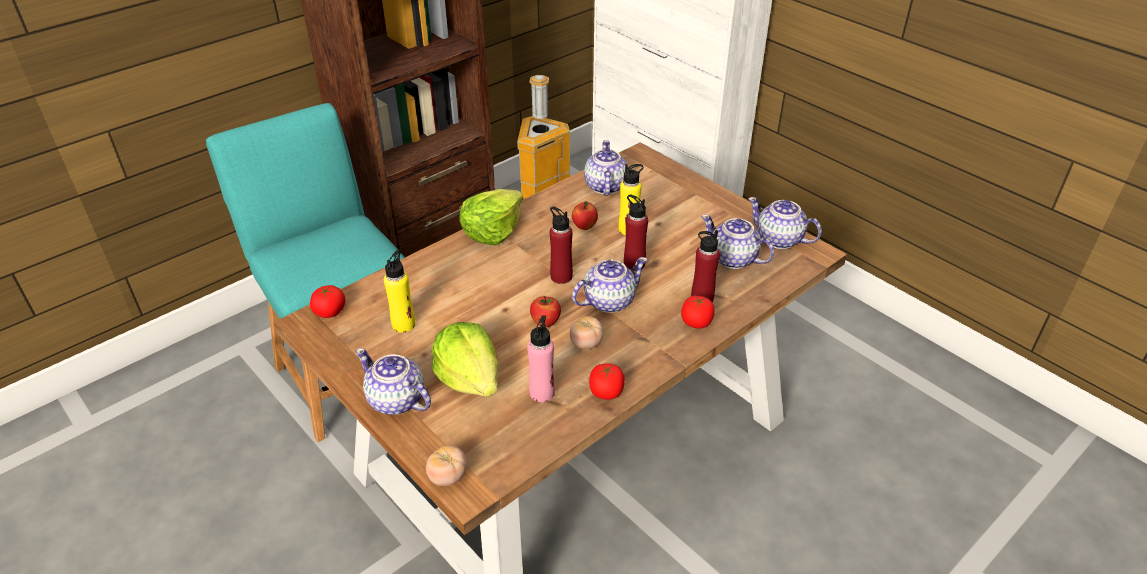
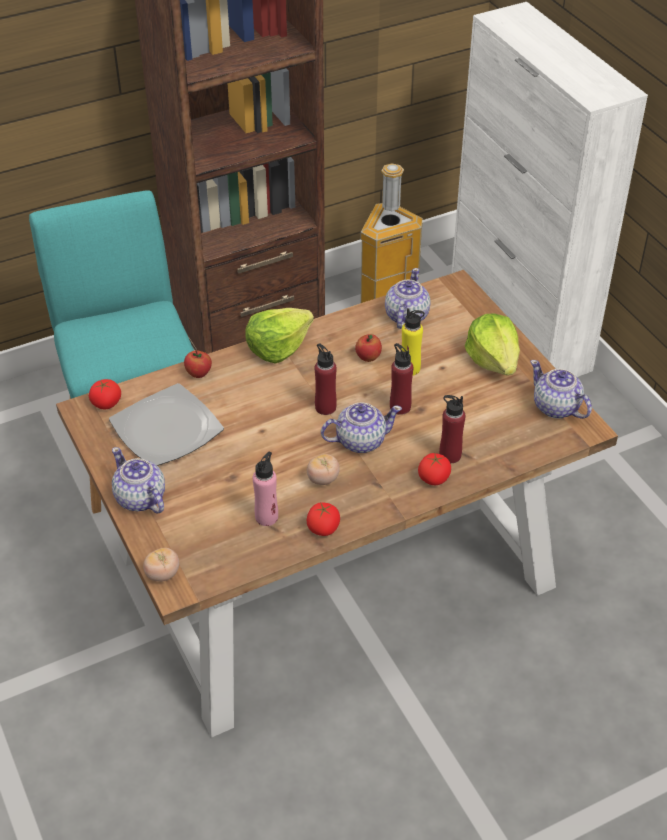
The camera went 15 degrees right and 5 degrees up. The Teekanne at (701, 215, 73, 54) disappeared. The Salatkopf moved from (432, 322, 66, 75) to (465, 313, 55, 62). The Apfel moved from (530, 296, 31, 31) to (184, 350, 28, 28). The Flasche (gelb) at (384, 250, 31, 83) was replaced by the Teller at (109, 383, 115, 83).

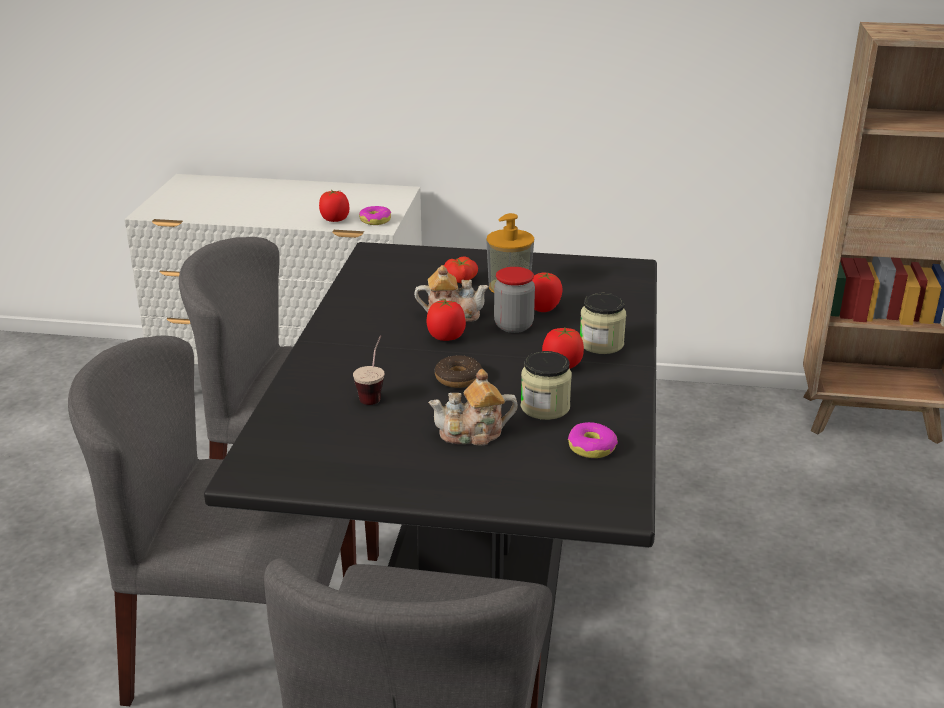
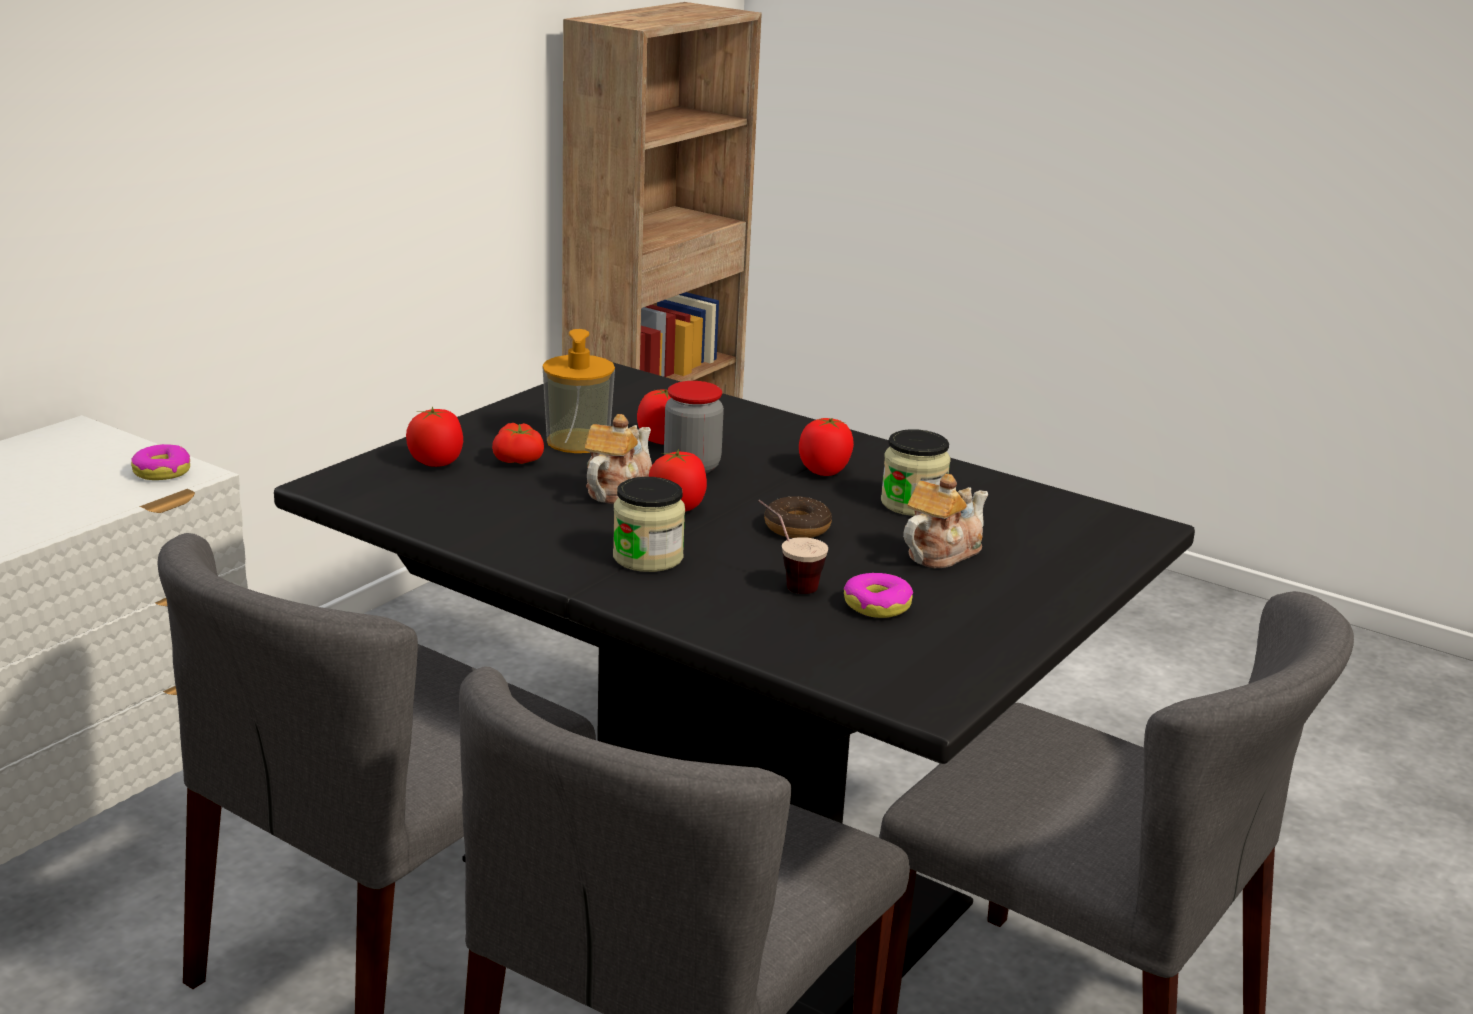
The camera went 65 degrees left and 5 degrees down. The Tomate moved from (319, 189, 31, 33) to (406, 407, 57, 60). The Donut moved from (568, 422, 50, 36) to (844, 573, 69, 45). The Vorratsglas moved from (580, 293, 46, 61) to (613, 477, 72, 95). The Teekanne at (428, 369, 90, 76) turned 150 degrees counterclockwise.

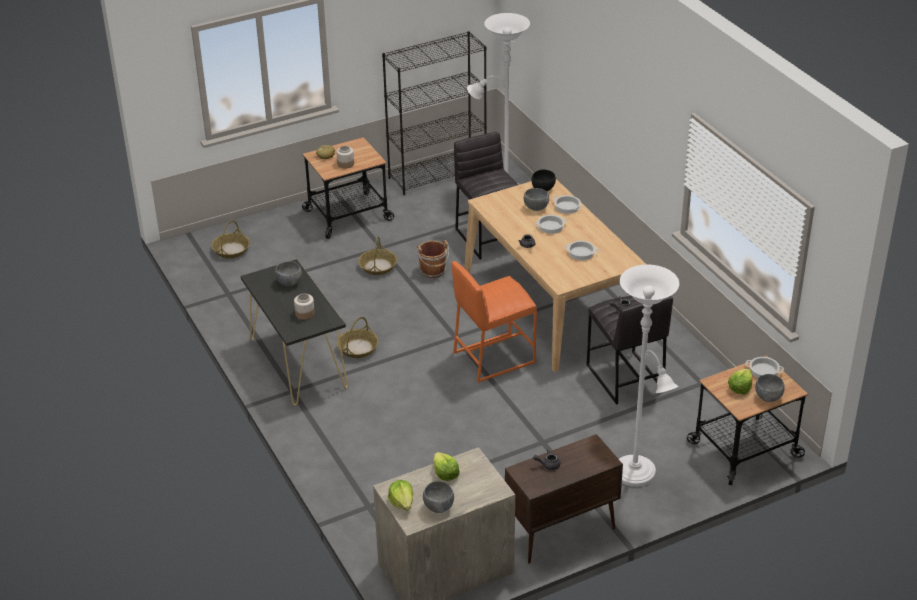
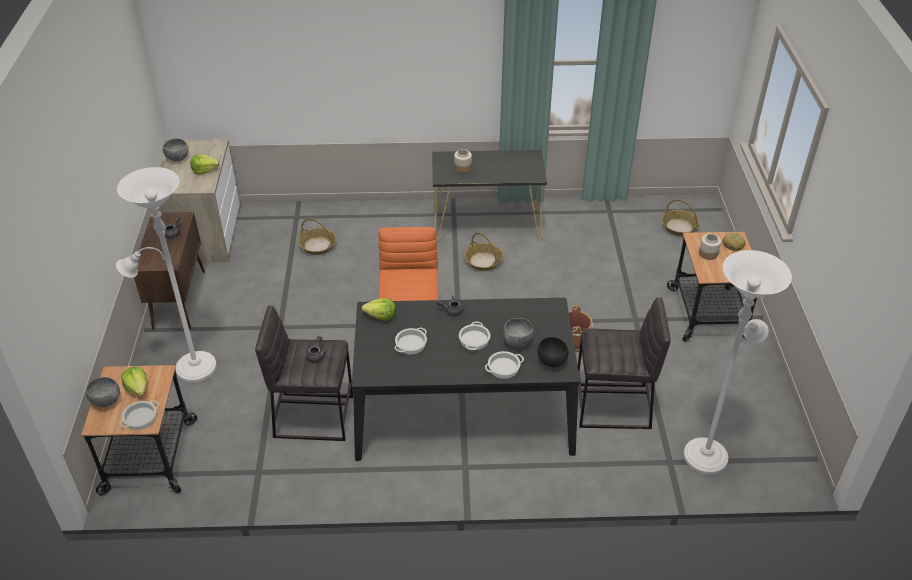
The camera went 115 degrees right and 5 degrees up. The Schüssel (grau) at (275, 261, 27, 25) disappeared. The Bücherregal (schwarz) at (382, 31, 105, 164) disappeared. The Korb moved from (358, 236, 39, 39) to (298, 219, 38, 36). The Salatkopf moved from (388, 480, 25, 31) to (362, 298, 34, 23). The Esstisch (beige) at (465, 179, 182, 193) became the Esstisch (schwarz) at (352, 298, 228, 163).

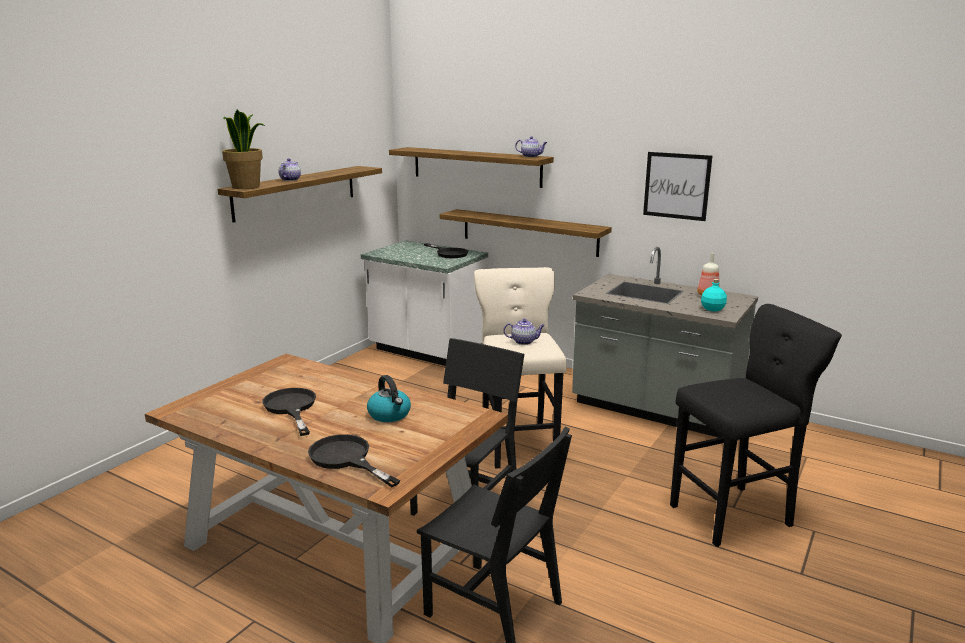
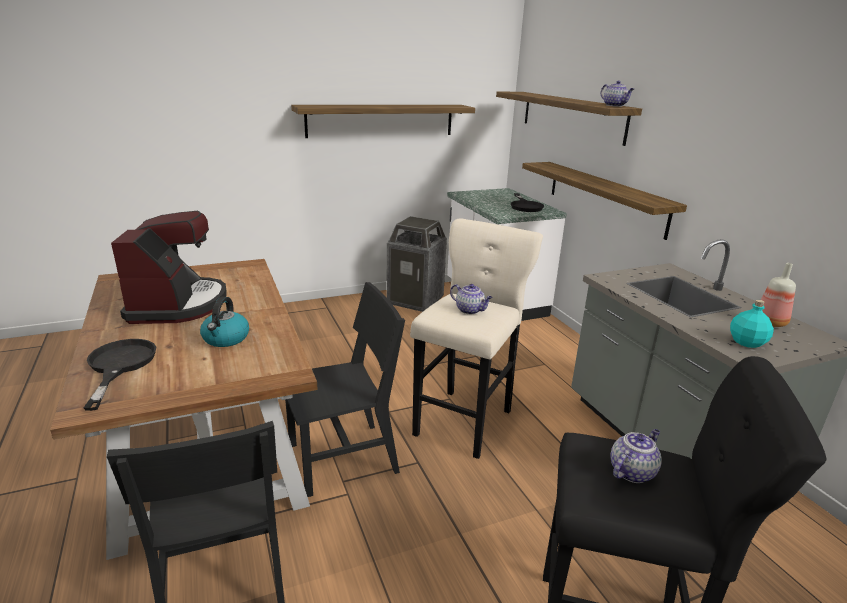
The camera went 35 degrees right and 5 degrees up. The Topfpflanze at (222, 109, 43, 80) disappeared. The Bild at (643, 152, 69, 69) disappeared. The Mülleimer at (386, 216, 61, 96) appeared. The Teekanne moved from (278, 158, 23, 23) to (610, 429, 52, 54). The Pfanne (schwarz) at (262, 388, 54, 48) was replaced by the Kaffeemaschine at (111, 211, 116, 113).

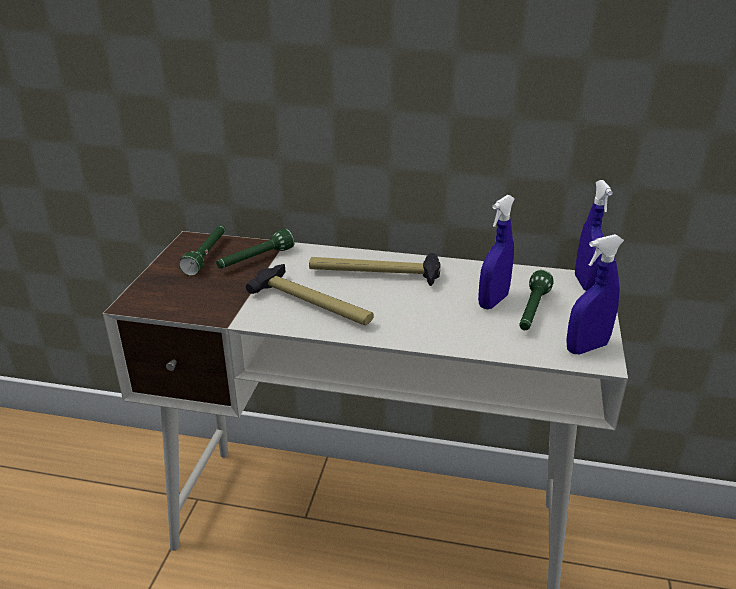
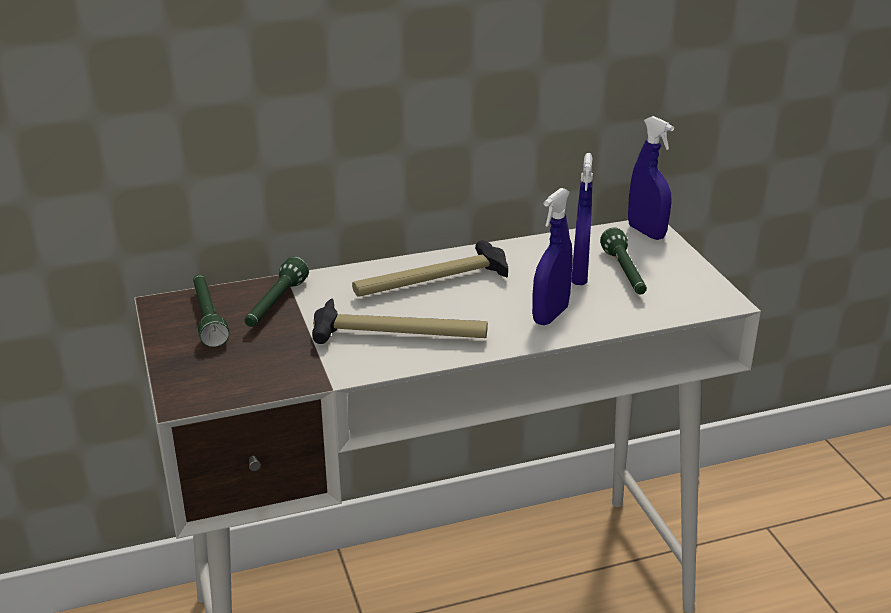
The camera went 30 degrees left and 0 degrees up. The Sprühflasche (blau) moved from (566, 234, 58, 120) to (532, 188, 41, 137).

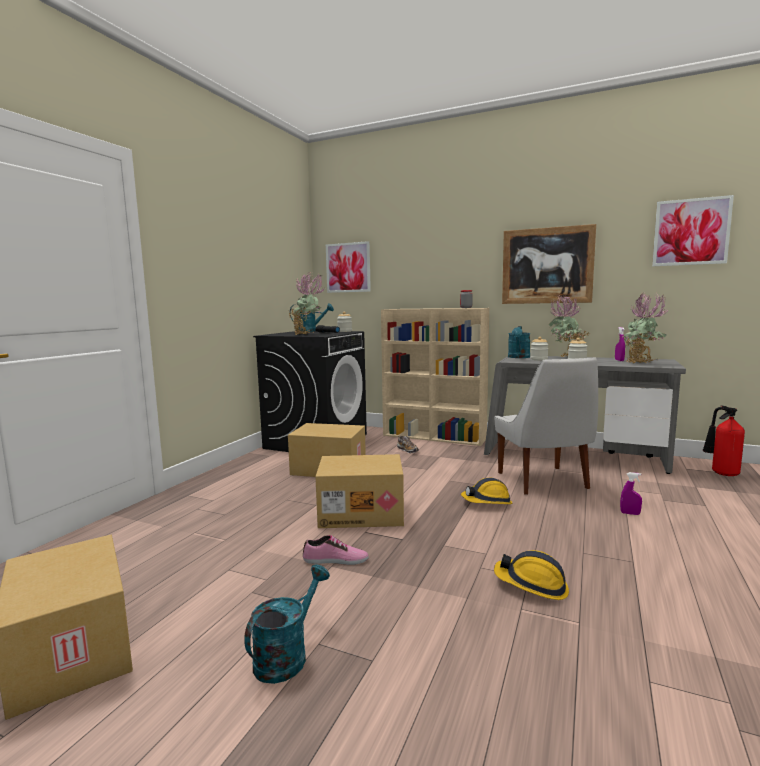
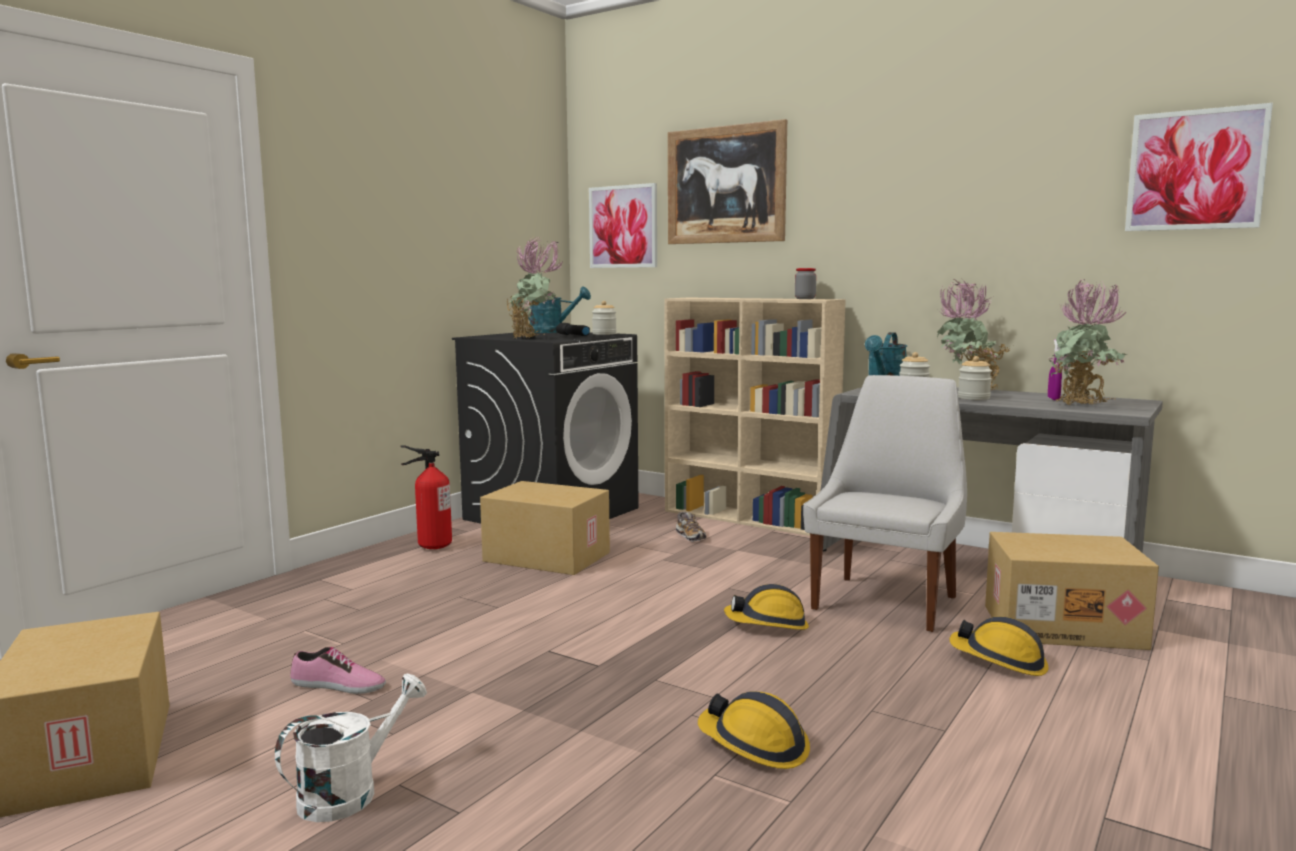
The camera went 10 degrees right and 0 degrees up. The Schuh moved from (303, 535, 66, 30) to (290, 647, 96, 47). The Karton moved from (315, 454, 89, 74) to (985, 532, 174, 118). The Bild moved from (502, 224, 94, 80) to (668, 119, 119, 125). The Feuerlöscher moved from (702, 405, 43, 71) to (400, 445, 52, 104). The Sprühflasche (lila) at (620, 472, 22, 43) was replaced by the Schutzhelm at (949, 617, 100, 59). The Gießkanne (türkis) at (244, 564, 86, 120) became the Gießkanne (weiß) at (275, 674, 152, 148). The Stuhl (weiß) at (495, 357, 103, 138) turned 150 degrees counterclockwise.

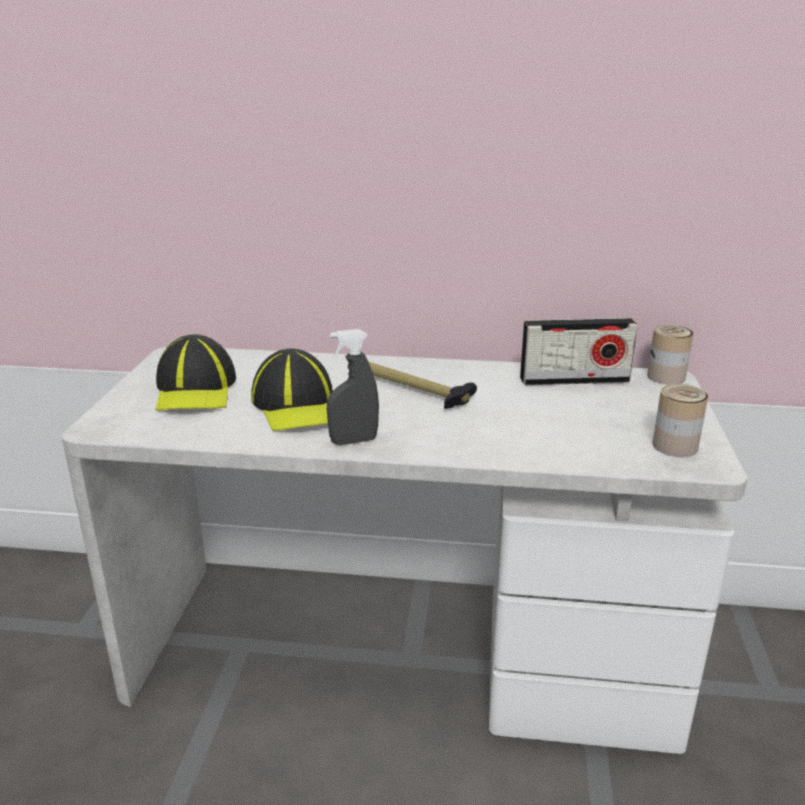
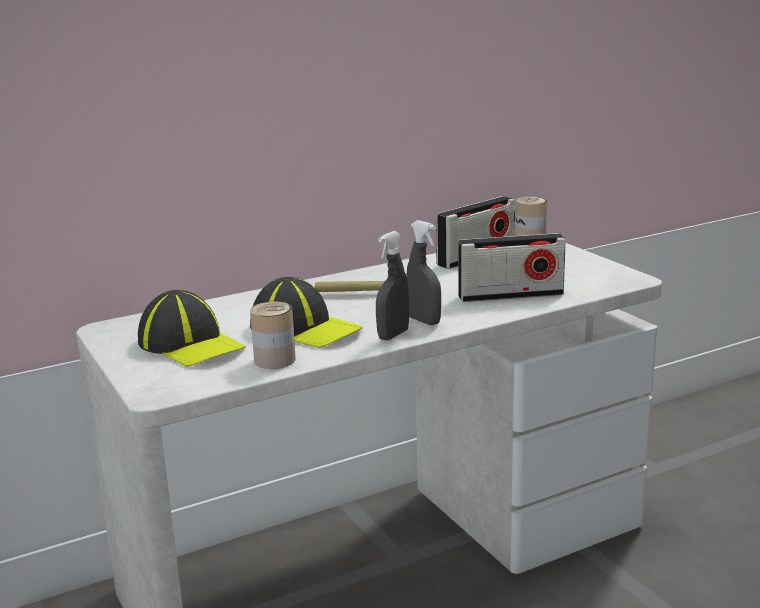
The camera went 35 degrees left and 5 degrees down. The Sprühflasche (grau) at (406, 220, 35, 105) appeared. The Radio at (458, 233, 108, 69) appeared. The Dose moved from (652, 384, 56, 73) to (250, 302, 46, 67).

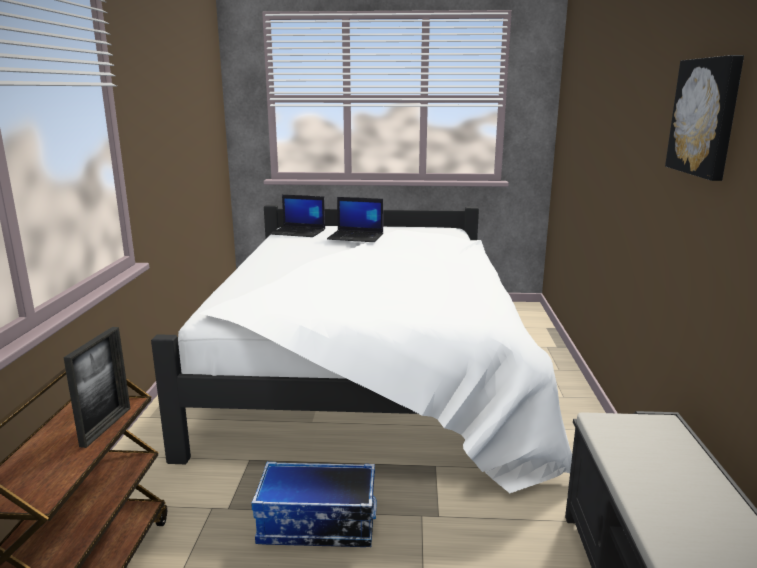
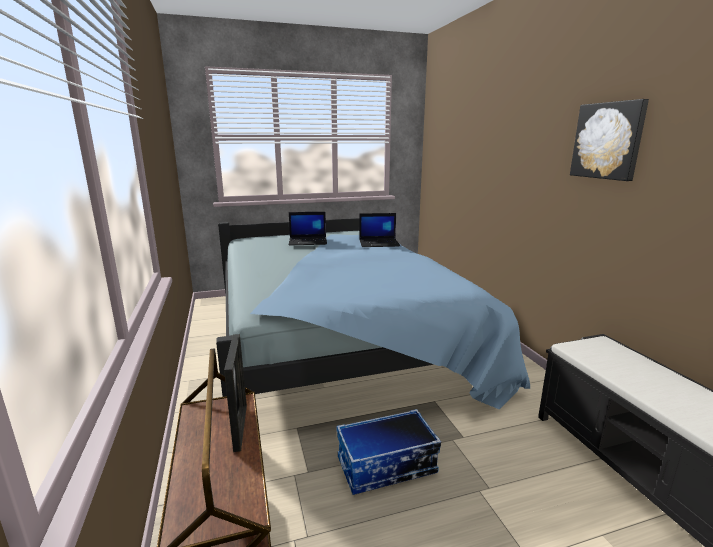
The camera went 20 degrees left and 0 degrees up. The Laptop moved from (270, 195, 55, 42) to (359, 213, 41, 34). The Bett (weiß) at (151, 205, 421, 288) became the Bett (blau) at (216, 218, 314, 191).

